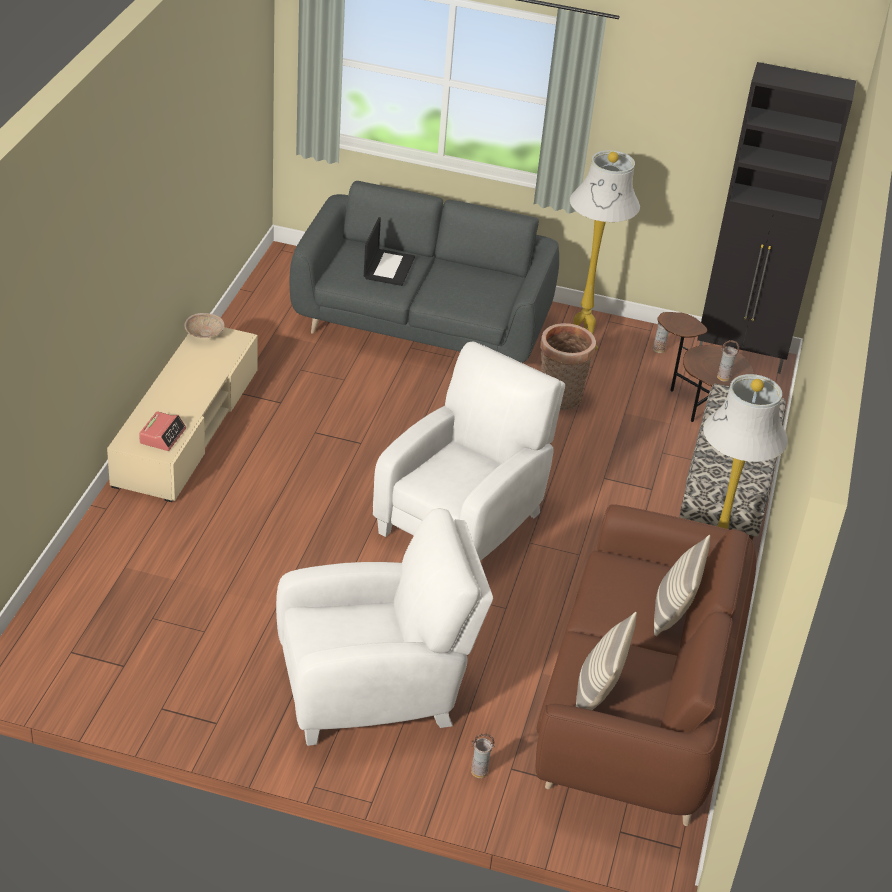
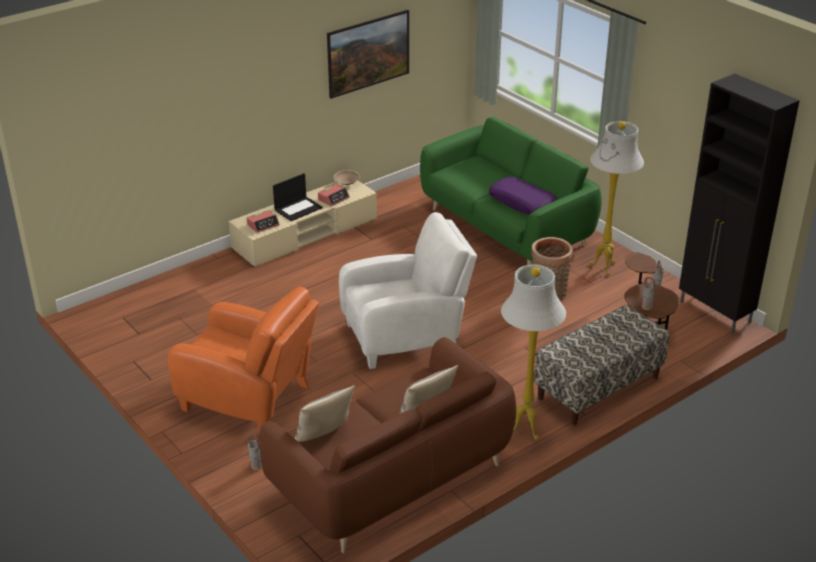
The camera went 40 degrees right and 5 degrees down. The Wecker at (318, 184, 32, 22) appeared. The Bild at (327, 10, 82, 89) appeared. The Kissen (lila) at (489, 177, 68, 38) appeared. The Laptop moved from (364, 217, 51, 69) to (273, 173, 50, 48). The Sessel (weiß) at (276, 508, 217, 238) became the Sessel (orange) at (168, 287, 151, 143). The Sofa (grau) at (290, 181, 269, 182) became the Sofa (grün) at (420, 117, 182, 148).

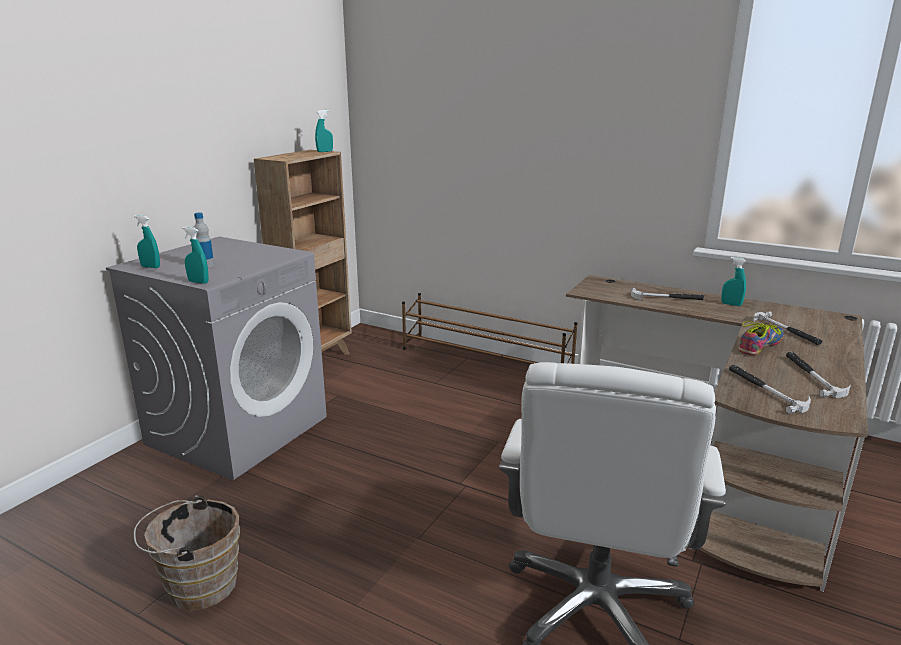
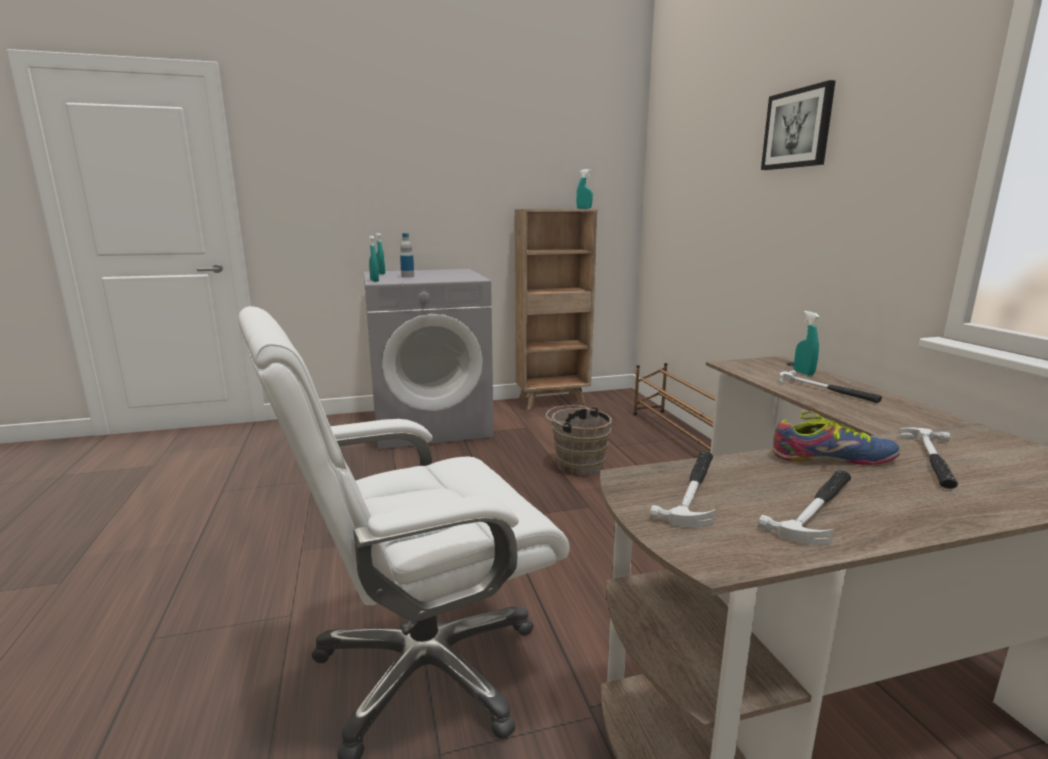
The camera went 45 degrees right and 5 degrees down. The Bild at (761, 80, 75, 90) appeared. The Eimer (braun) moved from (134, 495, 106, 116) to (546, 405, 66, 71). The Sprühflasche (türkis) moved from (721, 257, 25, 49) to (794, 311, 26, 65).

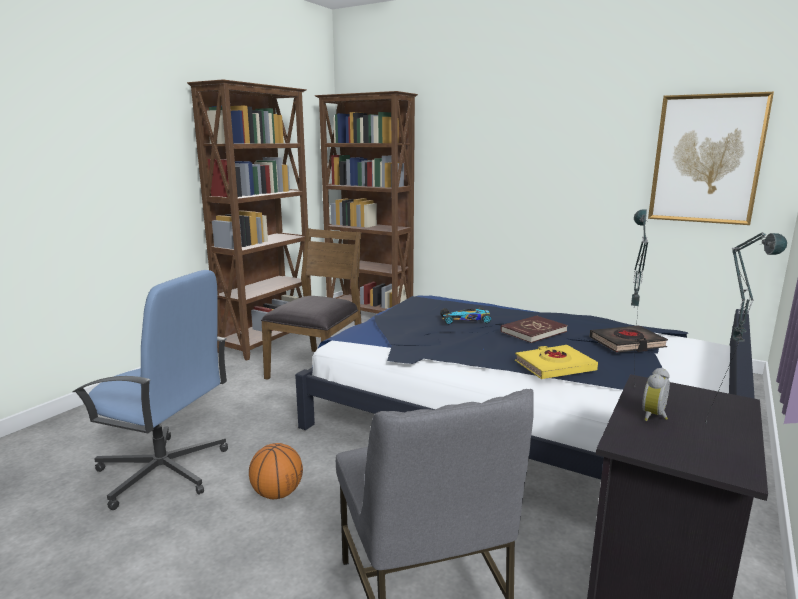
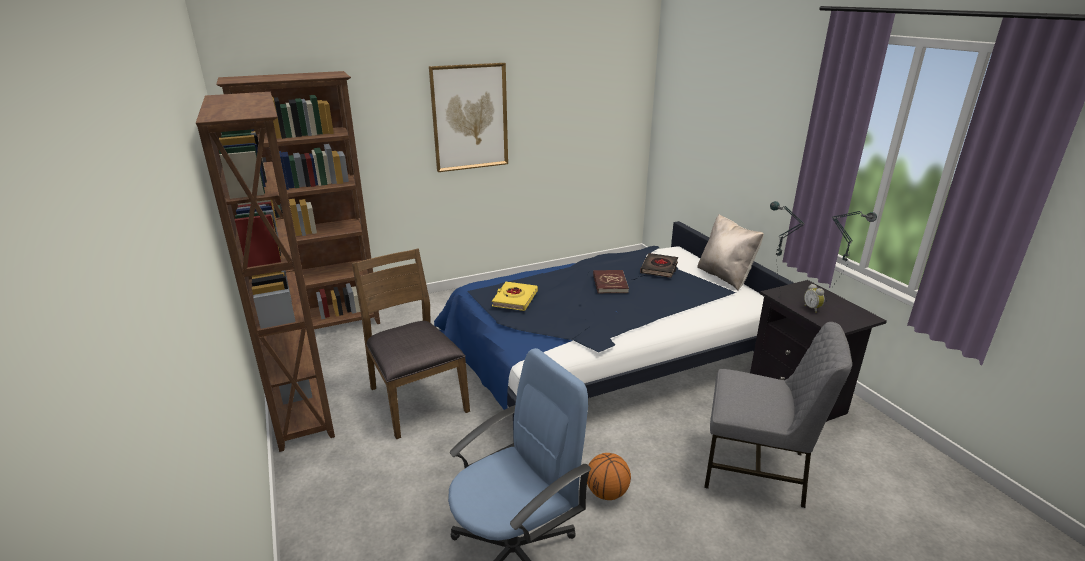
The camera went 55 degrees left and 10 degrees up. The Spielzeugauto at (440, 307, 51, 18) disappeared. The Kissen (beige) at (697, 214, 67, 77) appeared. The Buch (gelb) moved from (515, 345, 83, 34) to (492, 282, 46, 29). The Bild moved from (648, 92, 126, 133) to (429, 63, 79, 109).

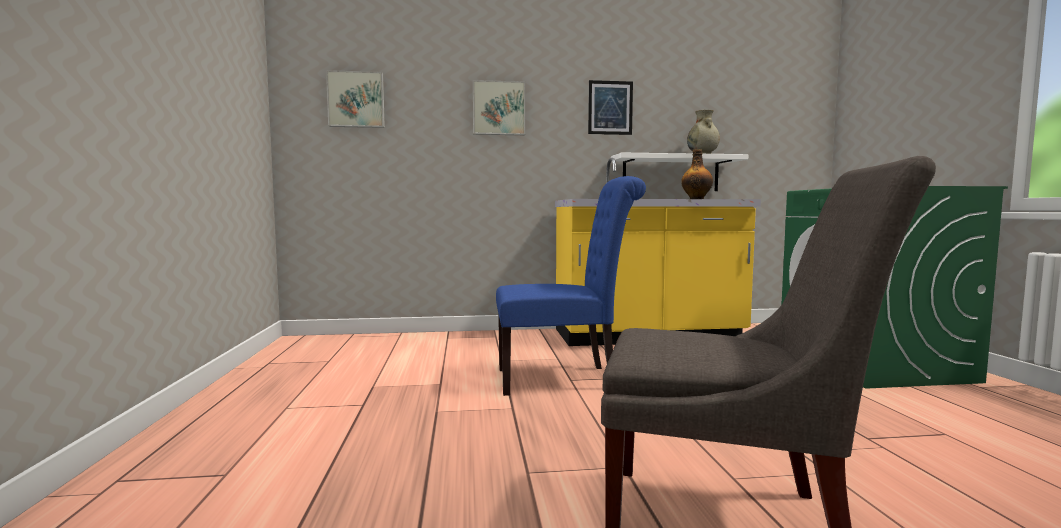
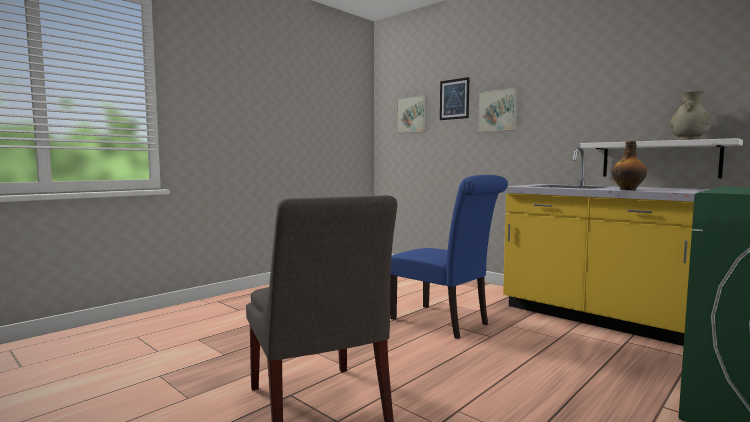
The camera went 50 degrees right and 0 degrees up. The Bild moved from (588, 80, 45, 55) to (440, 77, 29, 43).

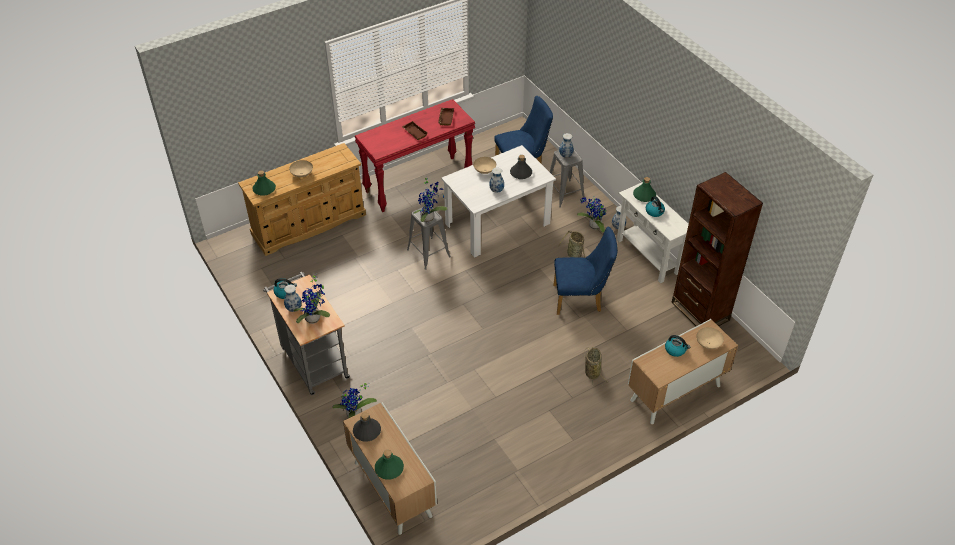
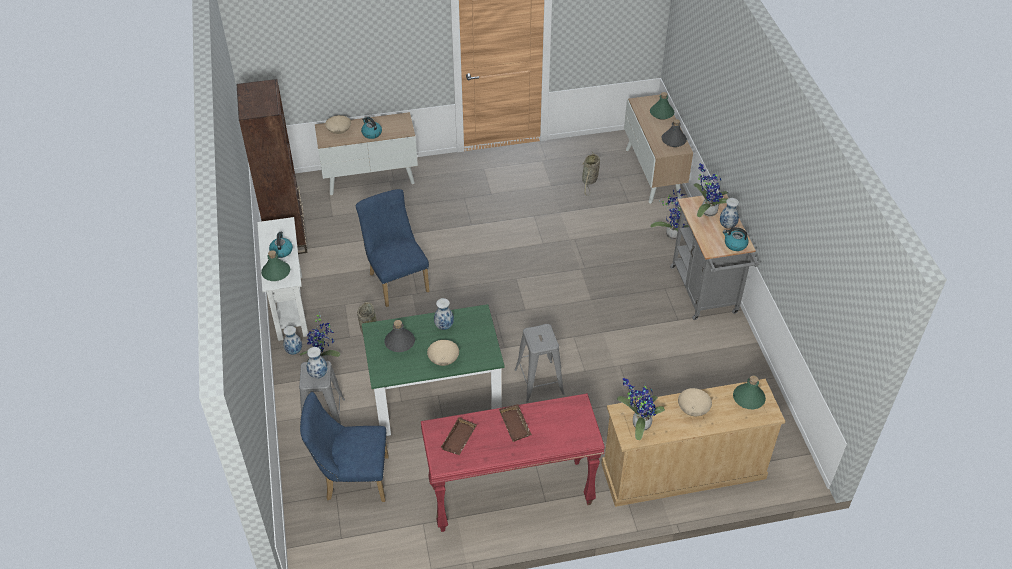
The camera went 160 degrees left and 0 degrees up. The Topfpflanze moved from (414, 176, 34, 46) to (617, 378, 48, 62). The Korb moved from (584, 347, 24, 41) to (582, 151, 18, 45). The Esstisch (weiß) at (441, 145, 115, 113) became the Esstisch (grün) at (362, 304, 143, 132). The Stuhl (blau) at (553, 227, 65, 88) turned 45 degrees clockwise.

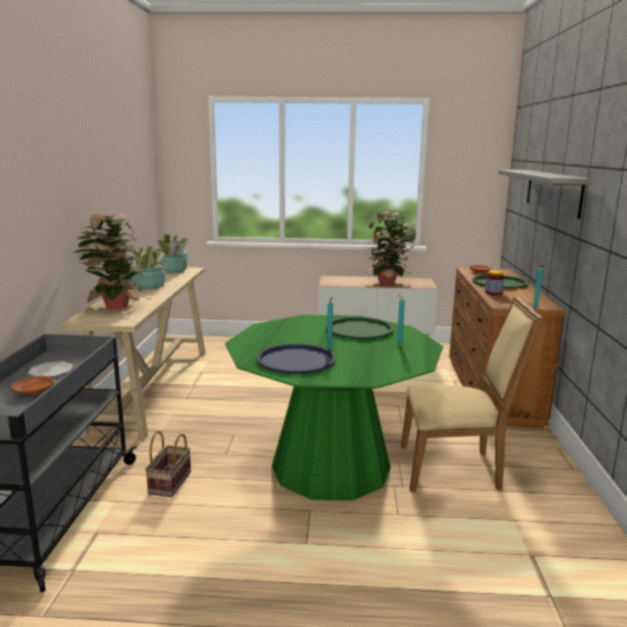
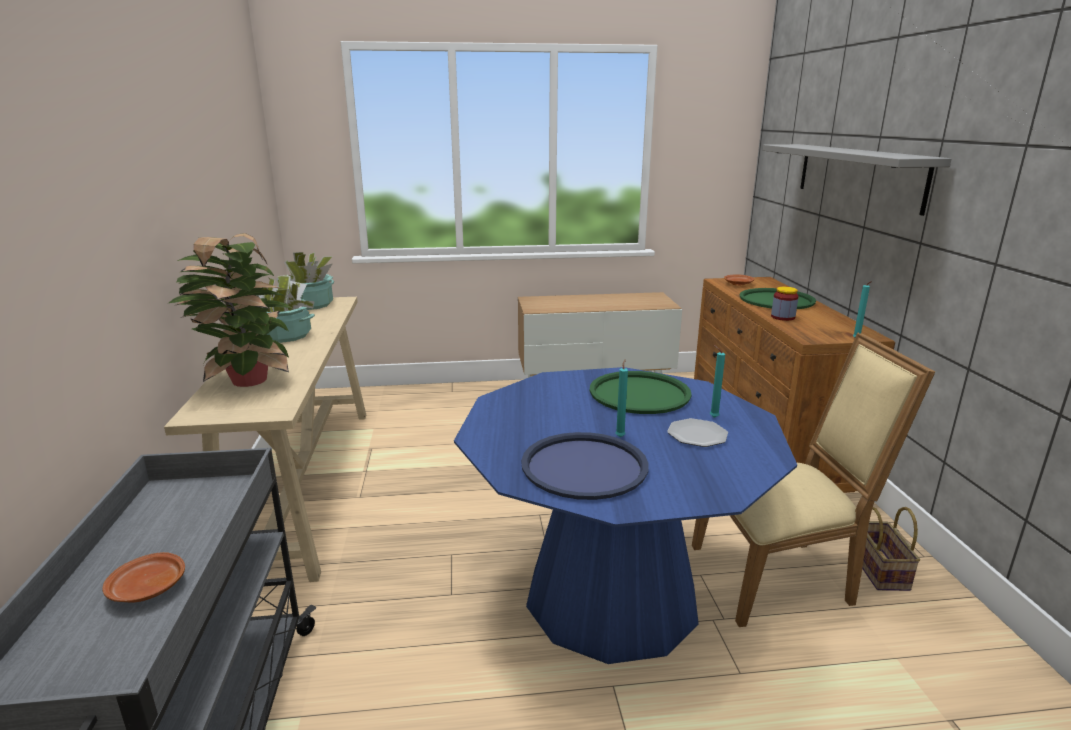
The camera went 10 degrees left and 5 degrees up. The Topfpflanze at (364, 211, 53, 74) disappeared. The Teller moved from (27, 362, 46, 15) to (667, 418, 61, 29). The Korb moved from (145, 431, 46, 66) to (862, 507, 58, 84). The Esstisch (grün) at (225, 315, 218, 186) became the Esstisch (blau) at (454, 367, 343, 297).

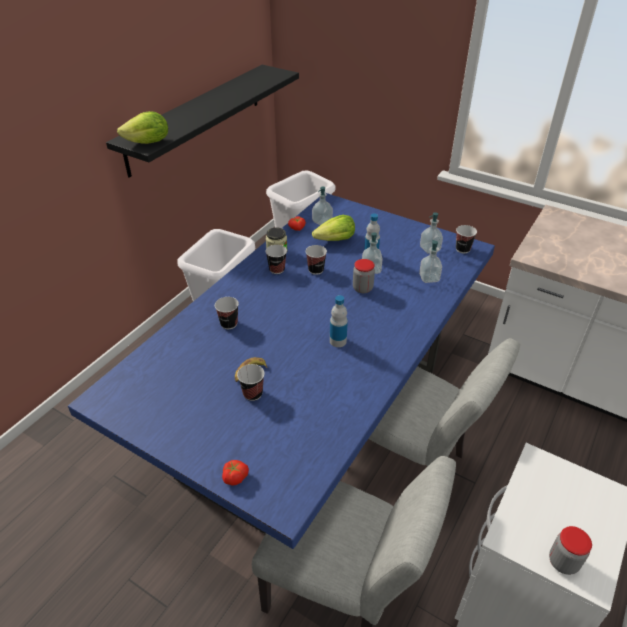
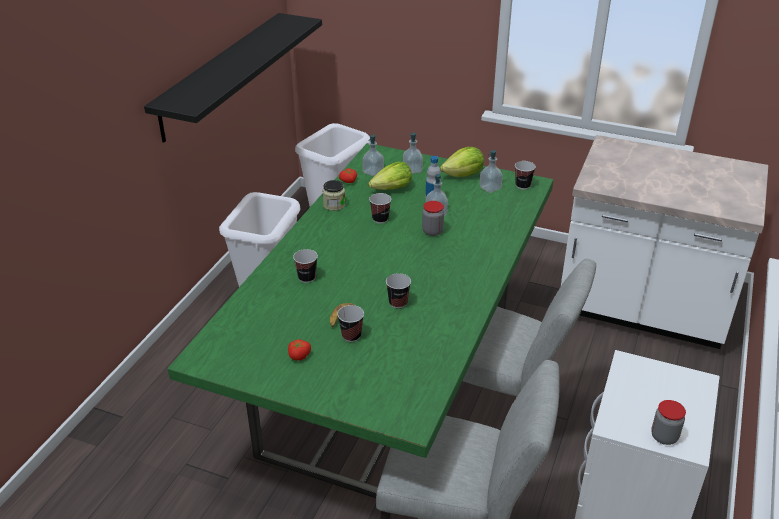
The camera went 10 degrees left and 5 degrees down. The Flasche at (330, 295, 18, 52) disappeared. The Salatkopf moved from (117, 111, 51, 33) to (440, 147, 44, 30). The Tomate moved from (222, 460, 27, 26) to (288, 340, 23, 21). The Tasse moved from (265, 245, 22, 29) to (386, 273, 25, 35). The Seifenspender moved from (419, 240, 23, 43) to (403, 133, 20, 41). The Esstisch (blau) at (68, 193, 427, 356) became the Esstisch (grün) at (168, 143, 386, 355).

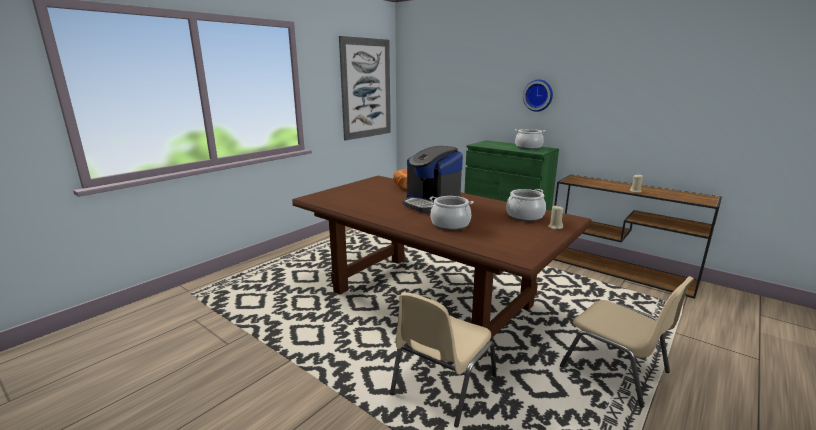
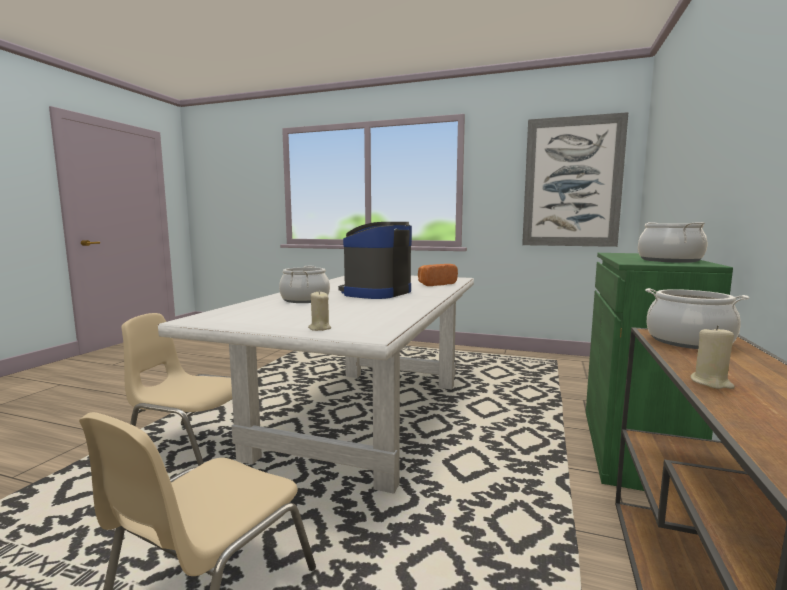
The camera went 70 degrees right and 10 degrees down. The Wanduhr at (523, 80, 30, 32) disappeared. The Kochtopf moved from (506, 189, 40, 32) to (645, 288, 104, 61). The Esstisch (braun) at (292, 176, 299, 184) became the Esstisch (weiß) at (158, 276, 316, 218).

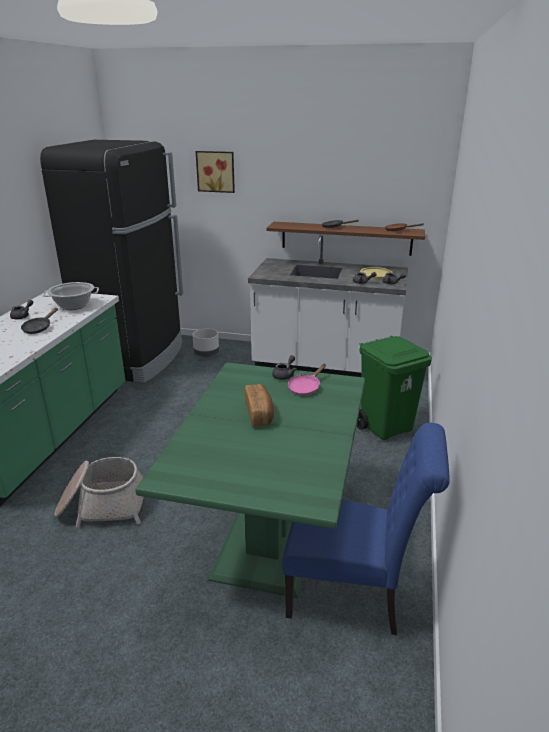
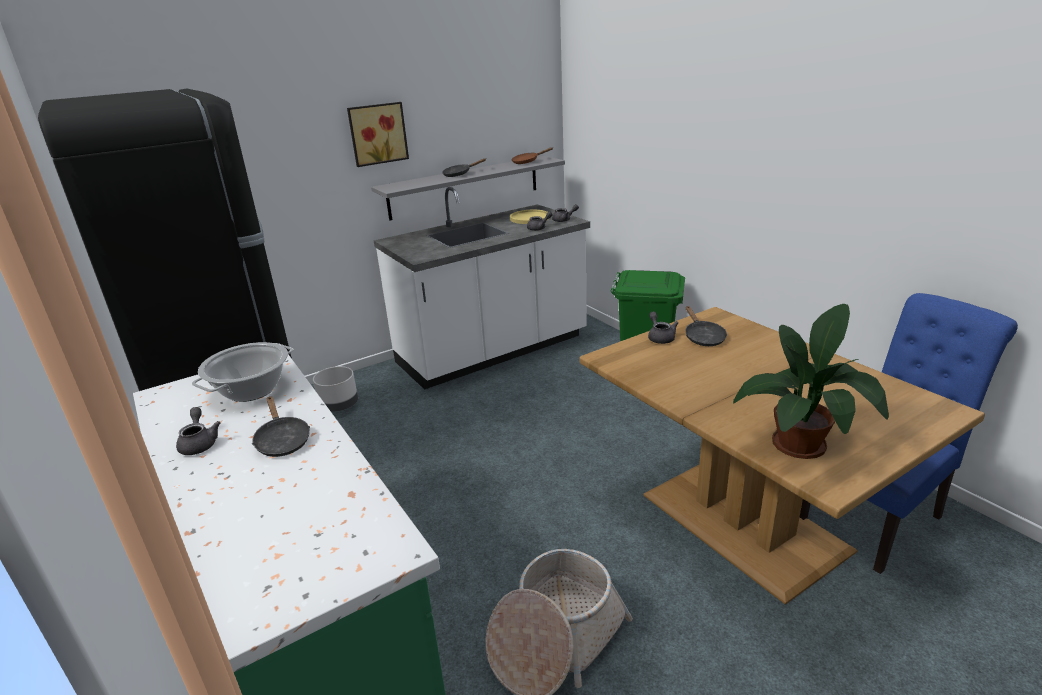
The camera went 45 degrees left and 0 degrees up. The Brot at (245, 384, 29, 43) disappeared. The Topfpflanze at (733, 304, 156, 155) appeared. The Bild moved from (196, 151, 39, 42) to (347, 102, 62, 65). The Esstisch (grün) at (135, 363, 230, 235) became the Esstisch (braun) at (580, 307, 405, 298). The Wandregal (braun) at (266, 222, 159, 34) became the Wandregal (grau) at (371, 156, 194, 64). The Pfanne (rosa) at (288, 364, 38, 31) became the Pfanne (schwarz) at (685, 306, 42, 40).

